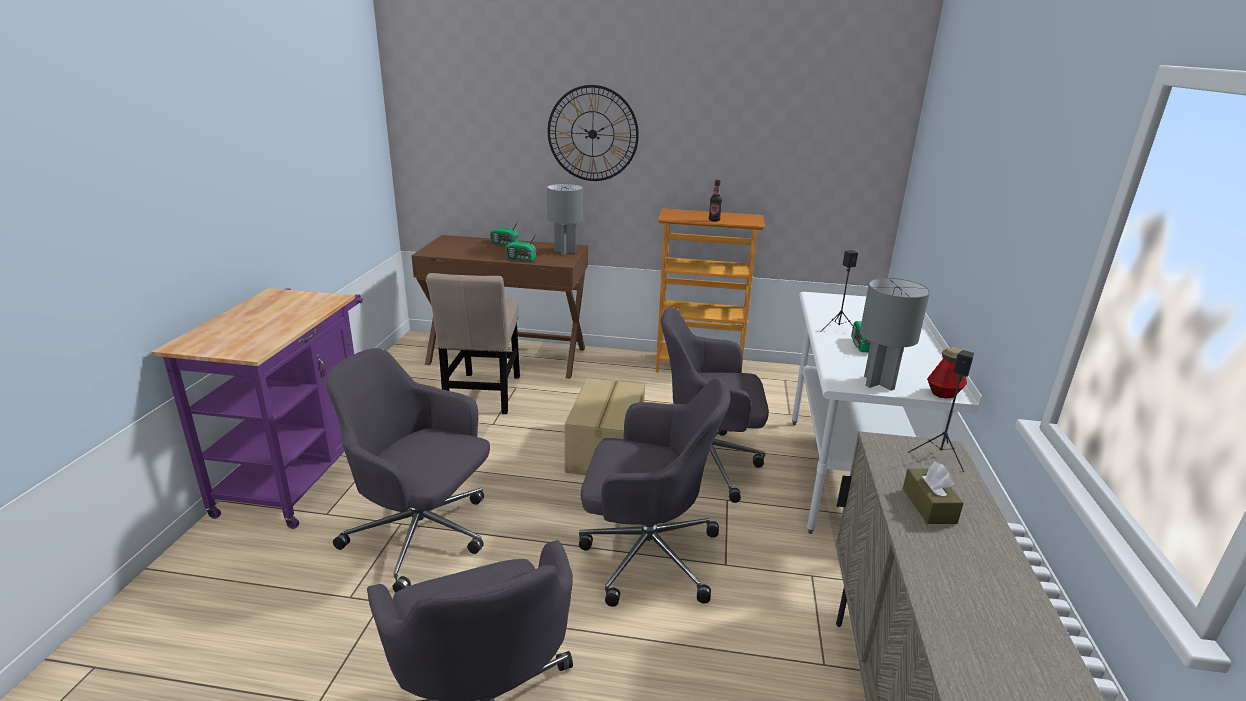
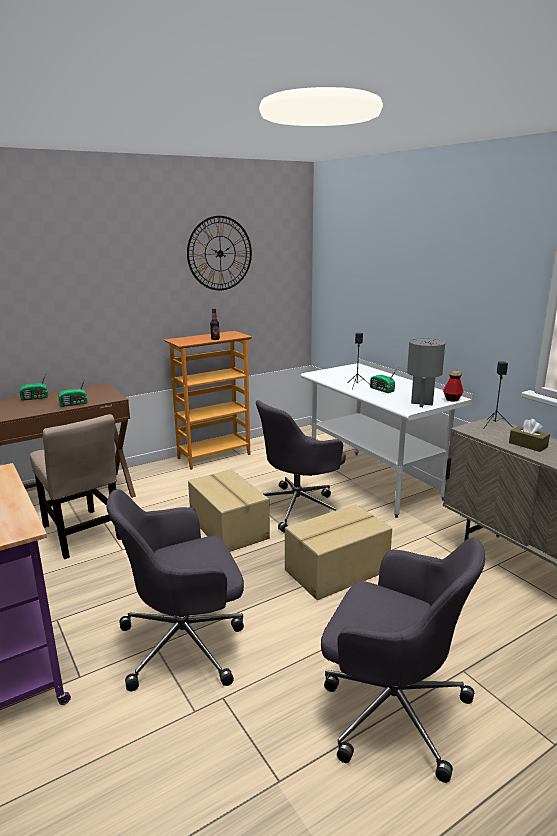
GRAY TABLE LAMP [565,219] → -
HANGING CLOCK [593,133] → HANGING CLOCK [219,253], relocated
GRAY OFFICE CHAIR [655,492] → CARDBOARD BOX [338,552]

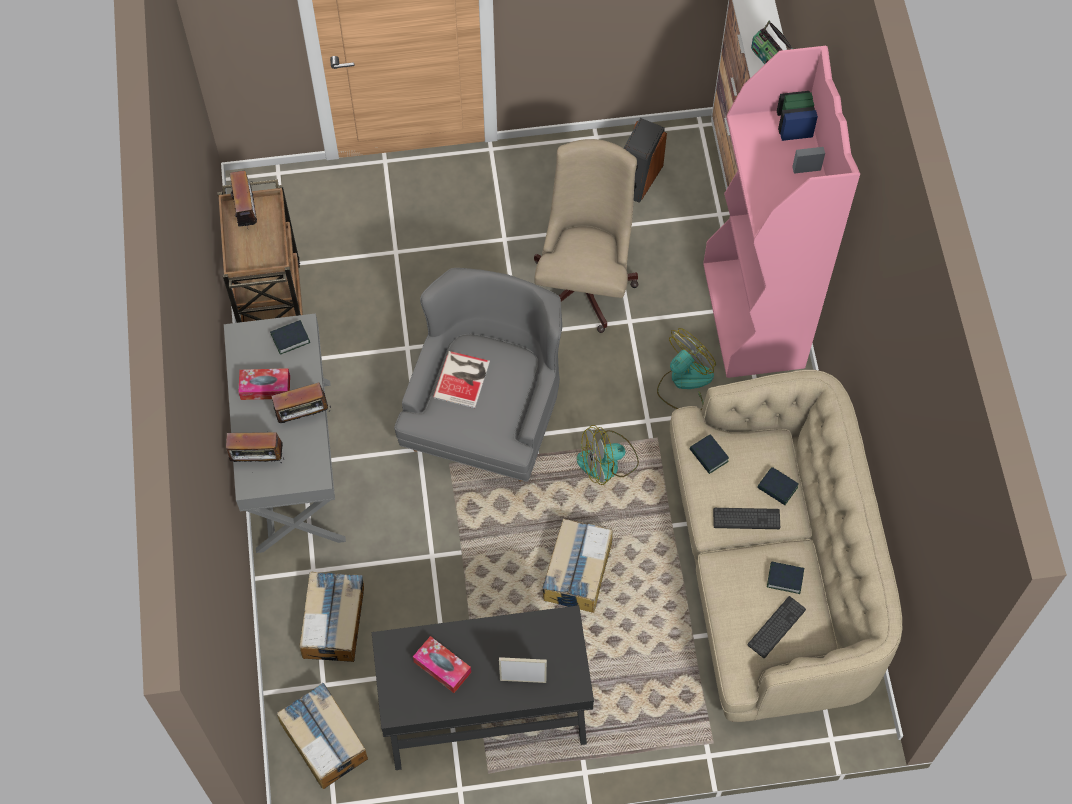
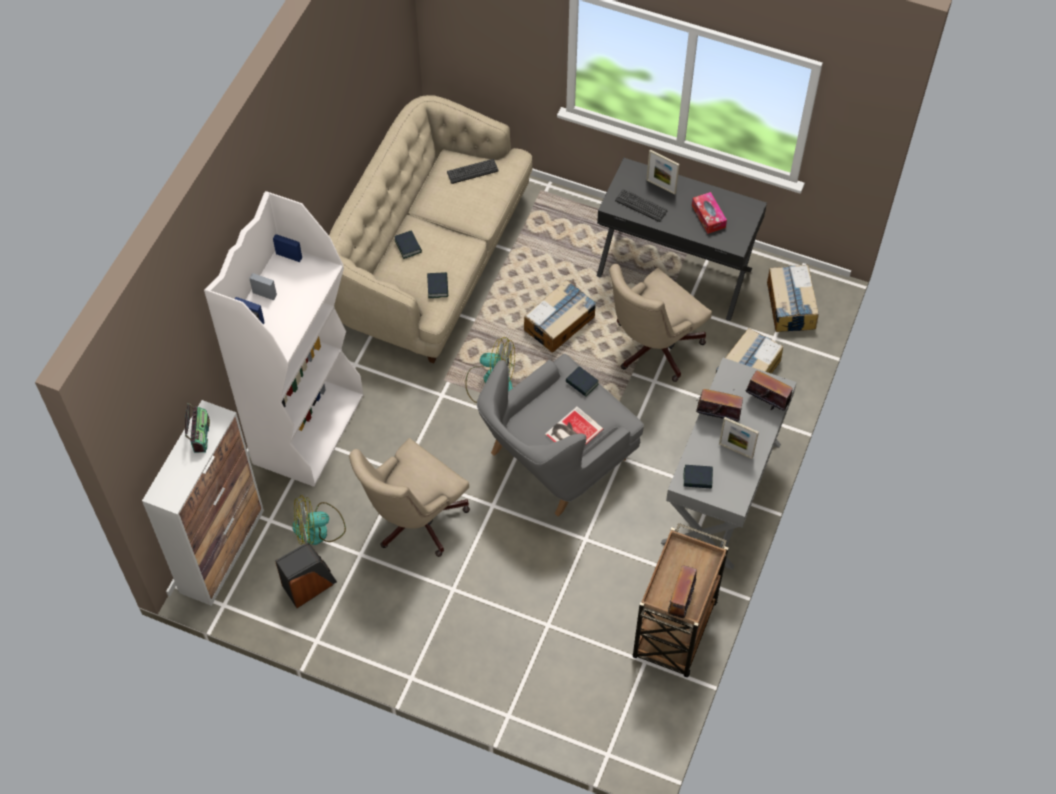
TISSUE BOX [264,384] → PHOTO FRAME [739,438]
FAN [686,369] → FAN [319,520], relocated
PINK-COLOURED BOOKCASE [781,212] → WHITISH BOOKCASE [283,339]
KEYBOARD [746,518] → KEYBOARD [641,205], relocated
BOOK [785,577] → BOOK [582,382], relocated
- → BEIGE-COLOURED OFFICE CHAIR [660,323]

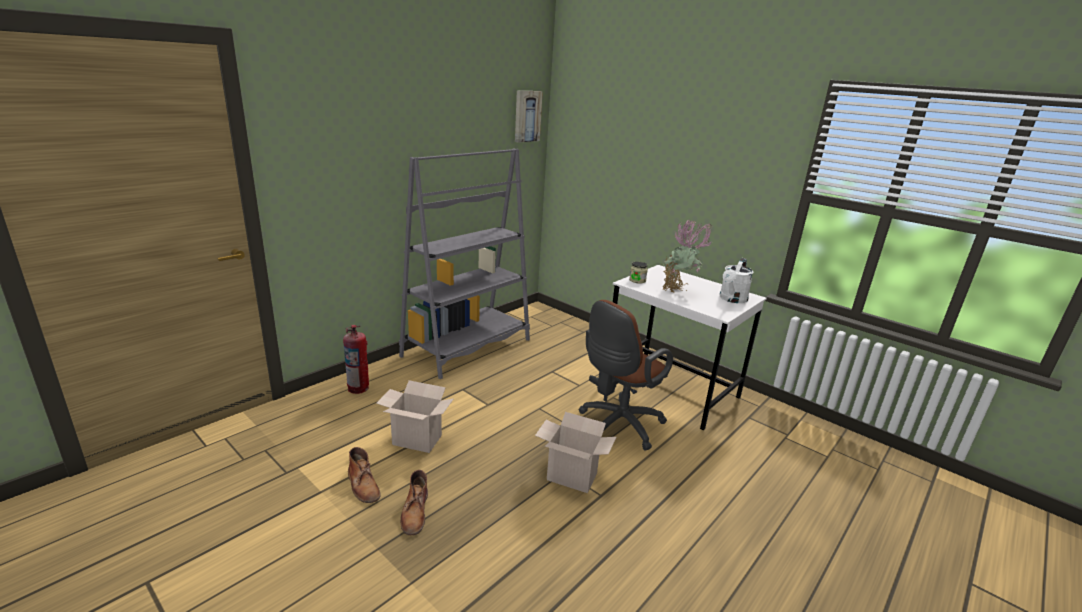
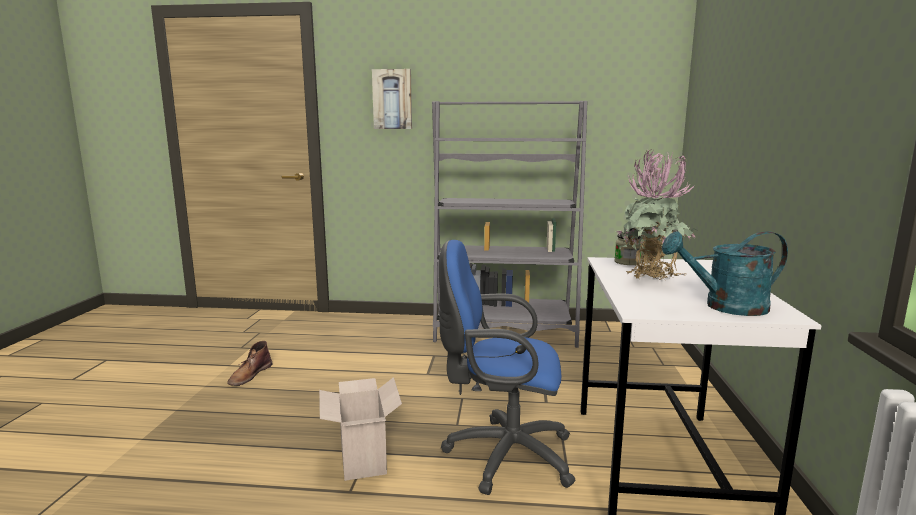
FIRE EXTINGUISHER [356,359] → -
CARDBOARD BOX [415,416] → -
BROWN-COLOURED BOOT [414,502] → -
WALL ART [529,117] → WALL ART [392,99], relocated
BROWN-COLOURED OFFICE CHAIR [626,375] → BLUE OFFICE CHAIR [507,367]
WHITISH WATERING CAN [737,280] → BLUE-GREEN WATERING CAN [725,273]

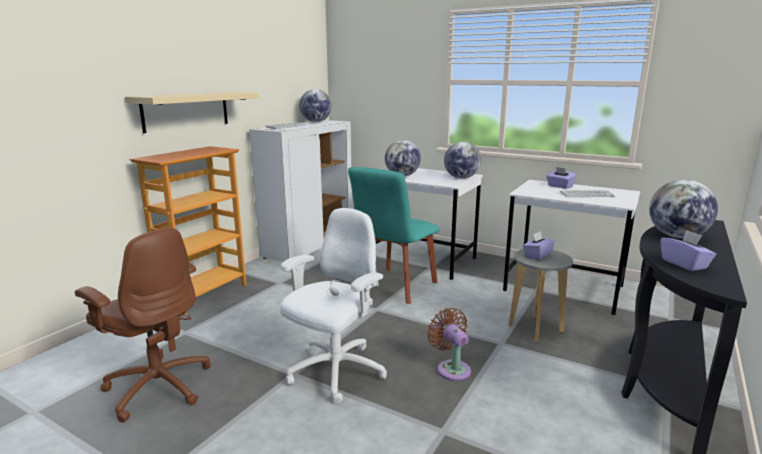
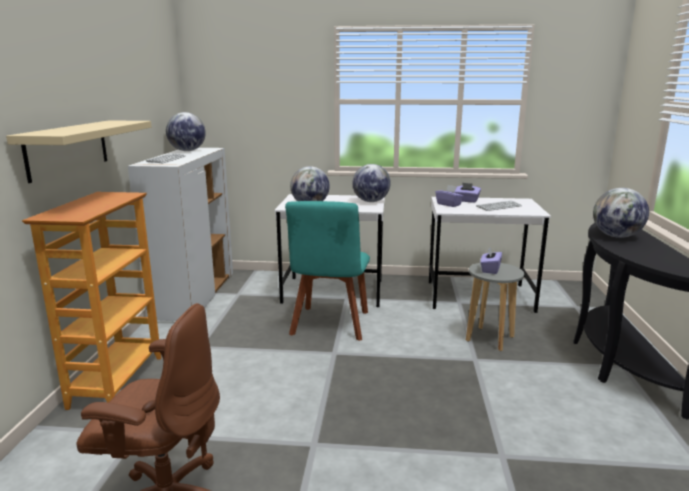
WHITISH OFFICE CHAIR [333,306] → -
BROWN-COLOURED FAN [449,344] → -
PURPLE-COLOURED TISSUE BOX [688,250] → PURPLE-COLOURED TISSUE BOX [449,196], relocated

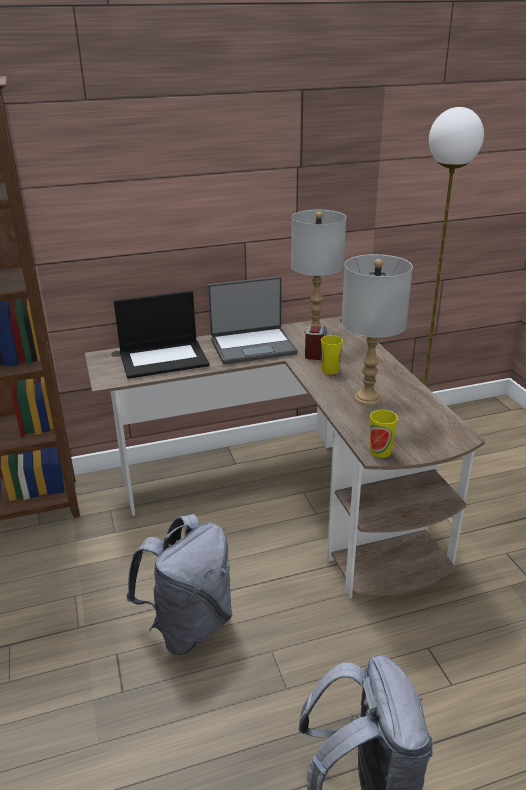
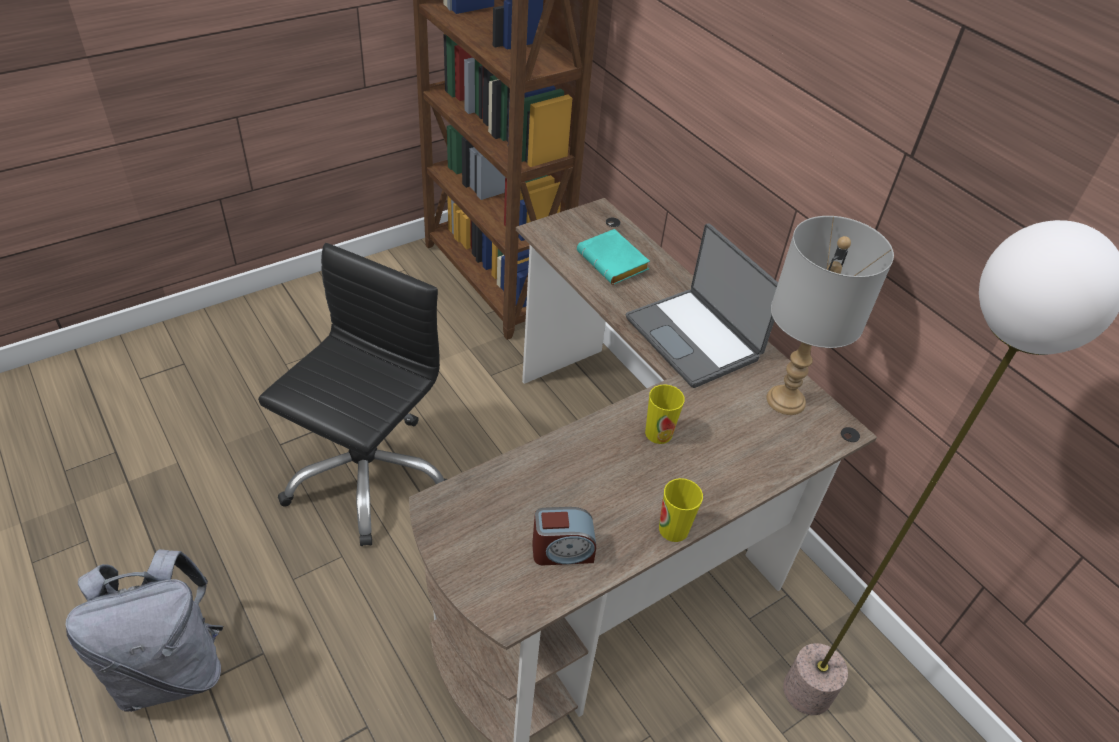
LAPTOP [161,334] → BLUE-GREEN BOOK [613,257]
GRAY BACKPACK [179,584] → BLACK-COLOURED OFFICE CHAIR [352,394]
BEDSIDE CLOCK [315,342] → BEDSIDE CLOCK [564,536], relocated
GRAY TABLE LAMP [377,330] → -
CUP [384,434] → CUP [681,510], relocated

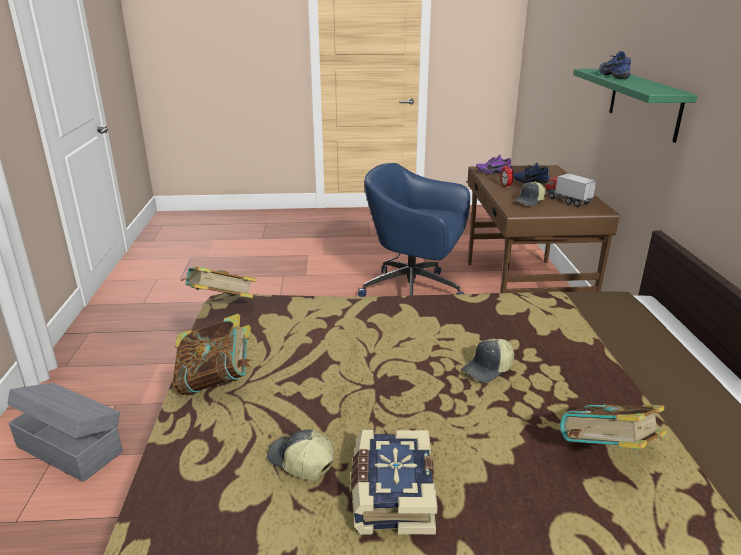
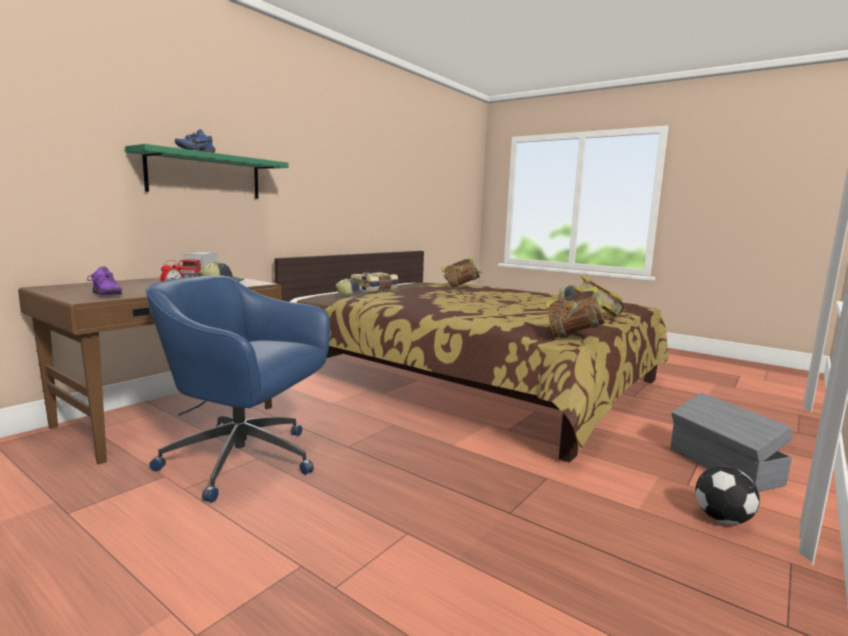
BOOK [394,482] → BOOK [374,281], relocated
BLUE OFFICE CHAIR [414,230] → BLUE OFFICE CHAIR [238,389], 135 degrees clockwise
BASEBALL CAP [487,361] → BASEBALL CAP [352,287], relocated
BLUE LOW SHOE [531,173] → -
- → FOOTBALL [727,495]

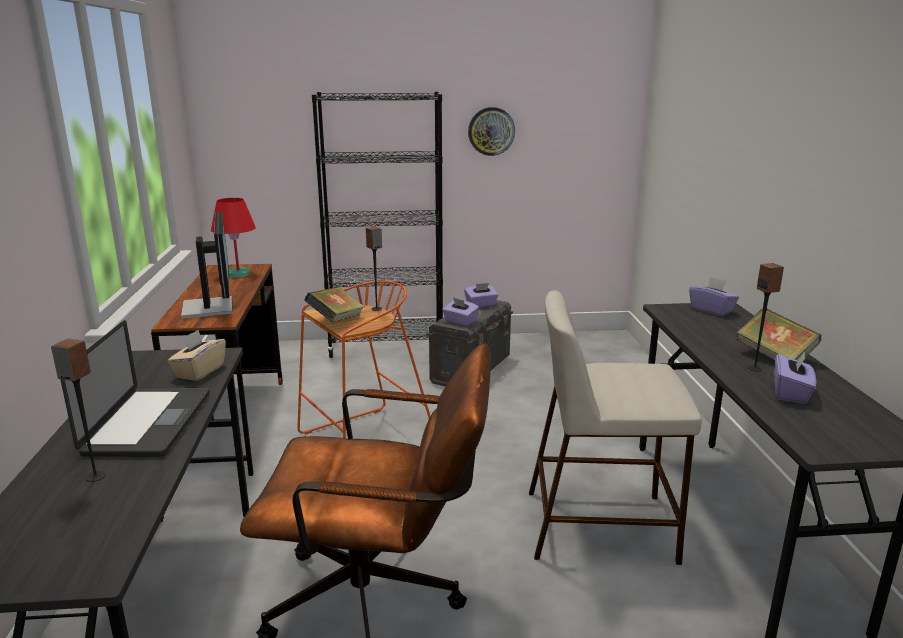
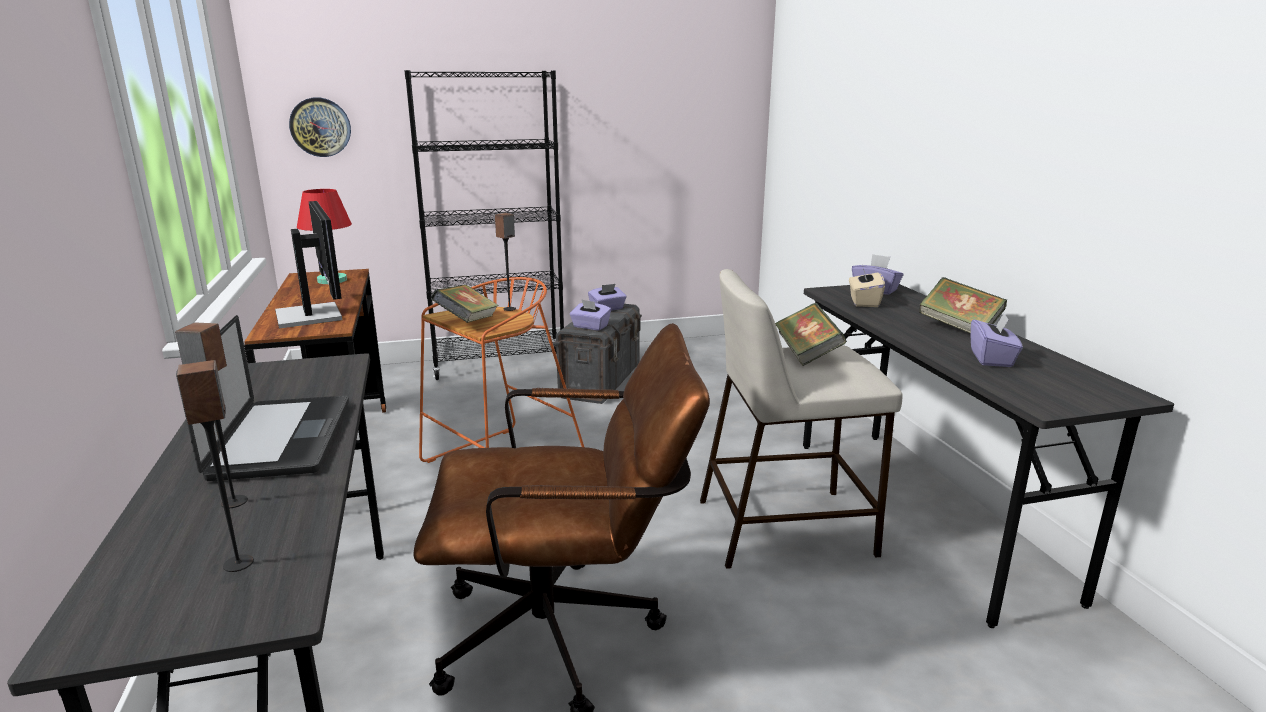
BEIGE-COLOURED TISSUE BOX [197,355] → BEIGE-COLOURED TISSUE BOX [867,285], relocated
HANGING CLOCK [491,131] → HANGING CLOCK [320,127], relocated
LOUDSPEAKER [765,317] → LOUDSPEAKER [215,466], relocated
- → BOOK [811,334]

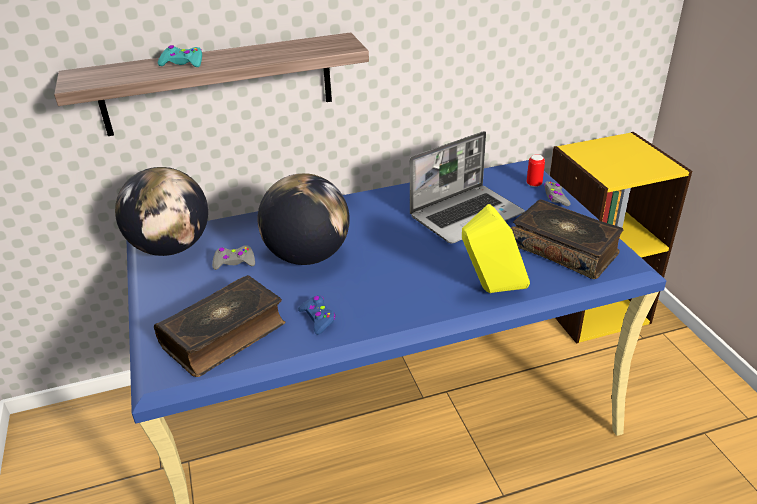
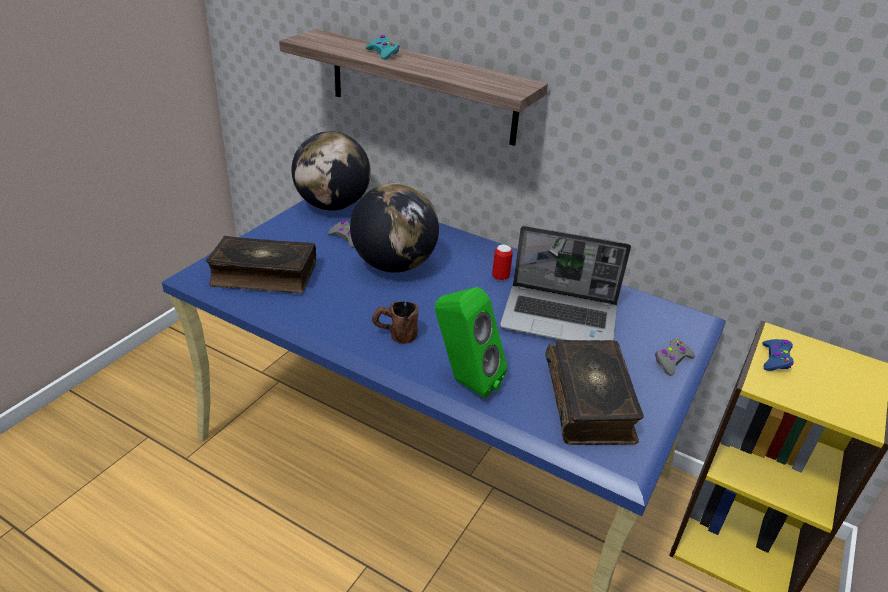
BLUE GAME CONTROLLER [317,315] → BLUE GAME CONTROLLER [778,355], relocated
YELLOW LOUDSPEAKER [496,248] → GREEN LOUDSPEAKER [471,342]
SEALED CAN [536,170] → SEALED CAN [502,263], relocated
- → BROWN-COLOURED TEA MUG [395,322]

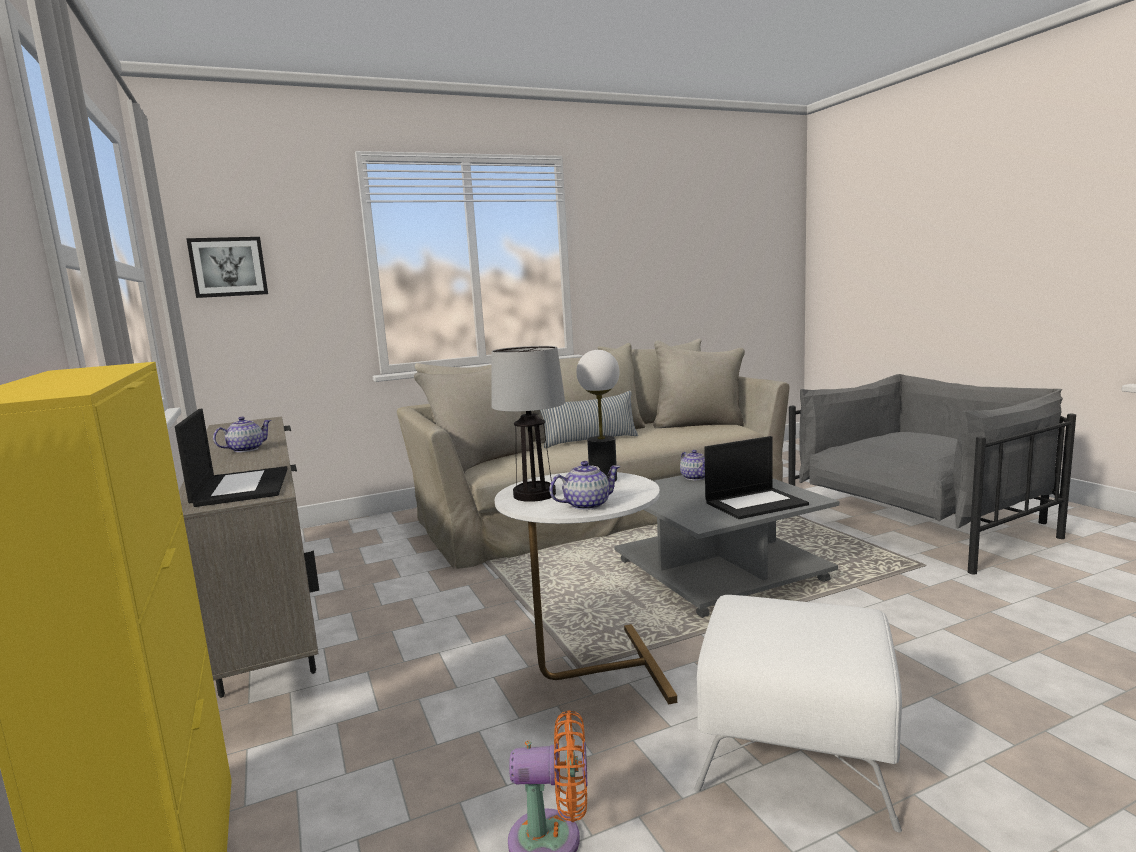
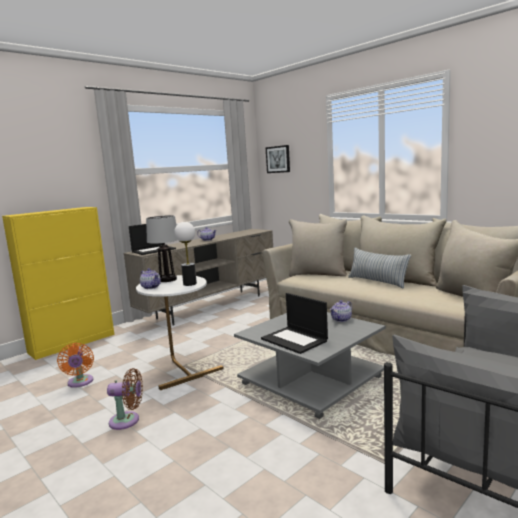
WHITISH POUFFE [798,713] → BROWN-COLOURED FAN [125,399]

